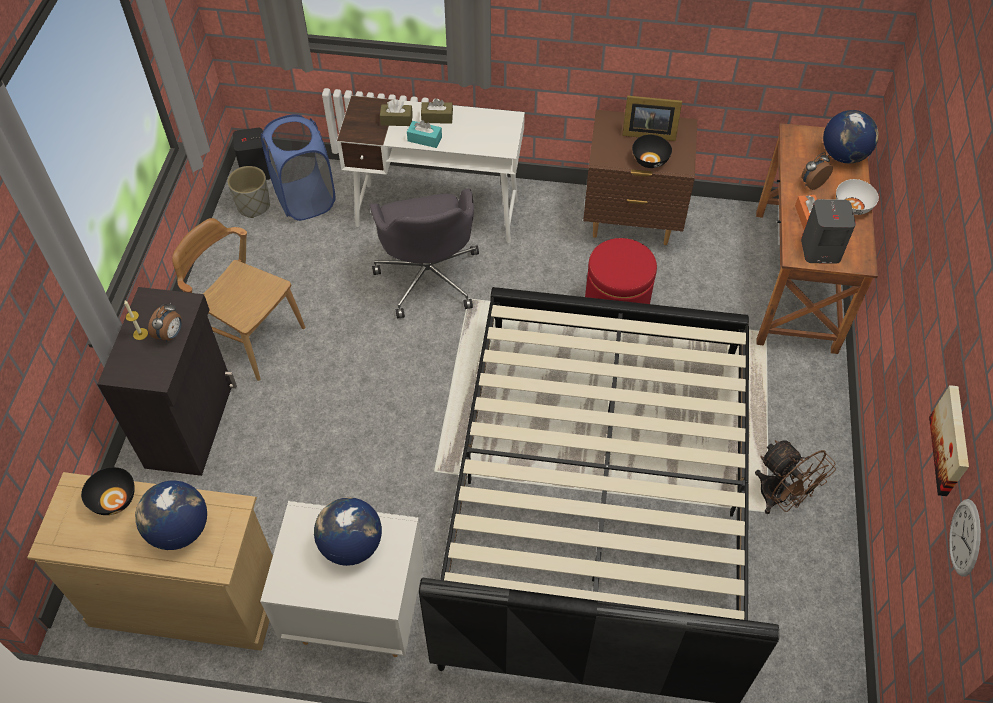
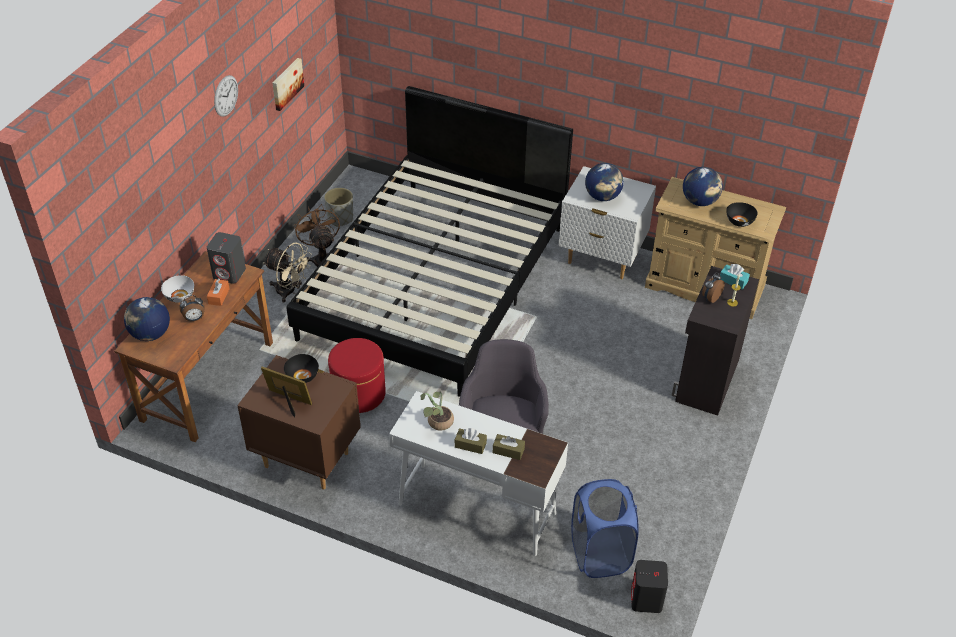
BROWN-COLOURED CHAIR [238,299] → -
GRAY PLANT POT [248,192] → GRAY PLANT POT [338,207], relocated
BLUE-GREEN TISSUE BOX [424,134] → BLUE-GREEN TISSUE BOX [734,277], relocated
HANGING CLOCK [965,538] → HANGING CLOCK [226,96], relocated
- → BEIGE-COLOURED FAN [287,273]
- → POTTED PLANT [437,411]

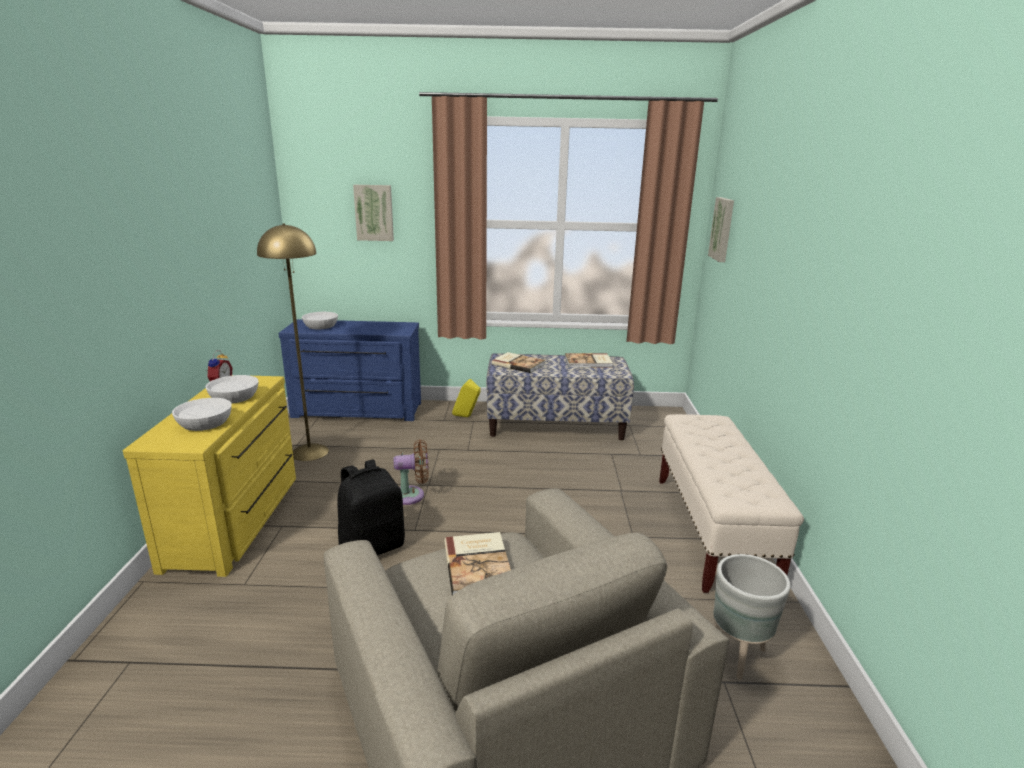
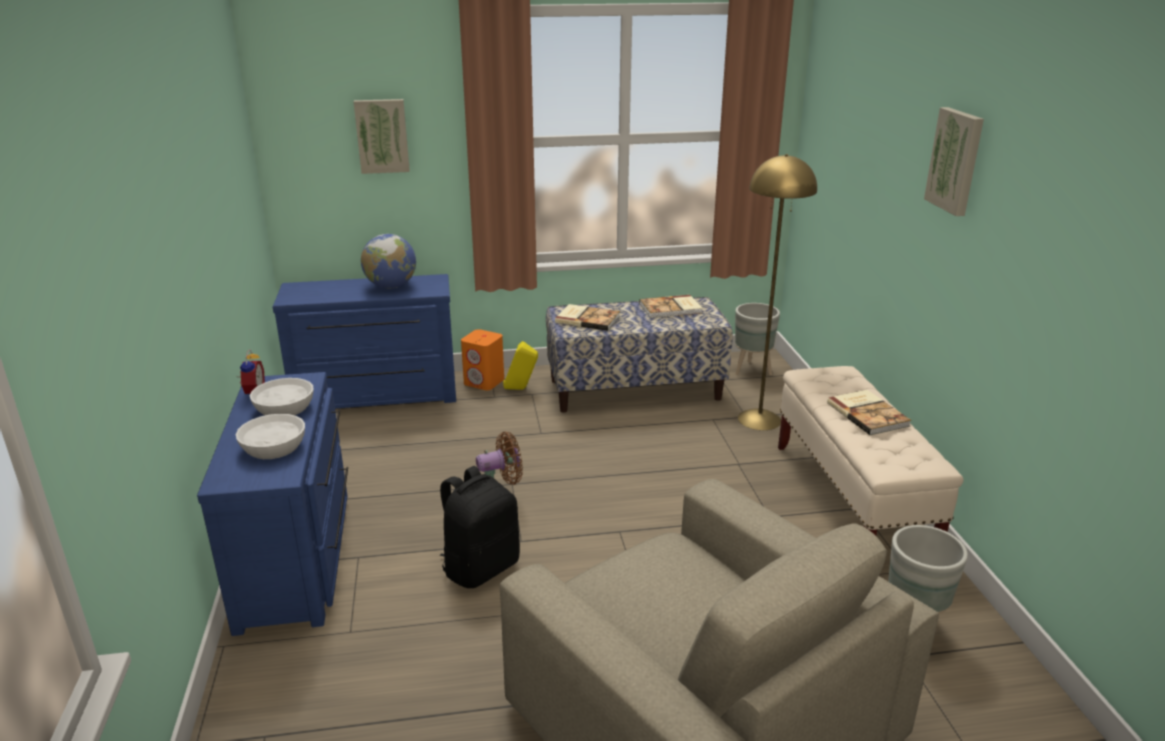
YELLOW CHEST OF DRAWERS [209,476] → BLUE CHEST OF DRAWERS [272,504]
YELLOW FLOOR LAMP [293,342] → YELLOW FLOOR LAMP [777,292], relocated
WHITISH SERVING BOWL [320,320] → -
BOOK [477,563] → BOOK [869,412], relocated
WALL ART [721,229] → WALL ART [954,161], relocated
- → WORLD GLOBE [388,261]
- → ORANGE-COLOURED LOUDSPEAKER [482,359]
- → GRAY PLANT POT [757,339]

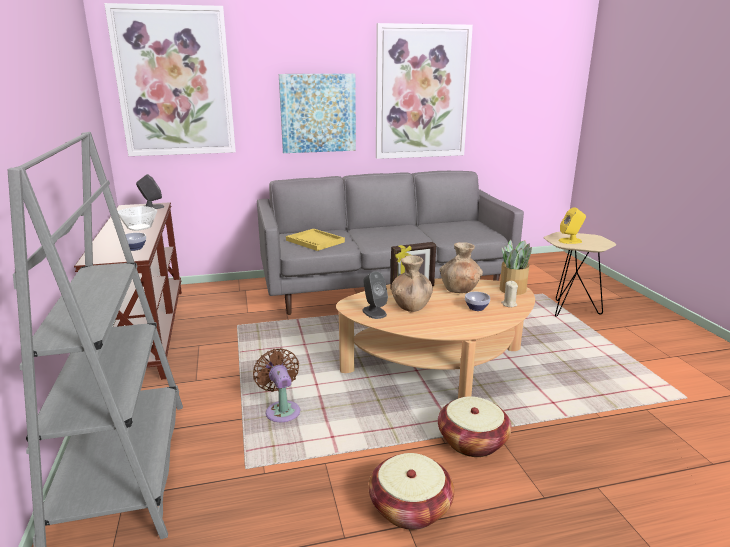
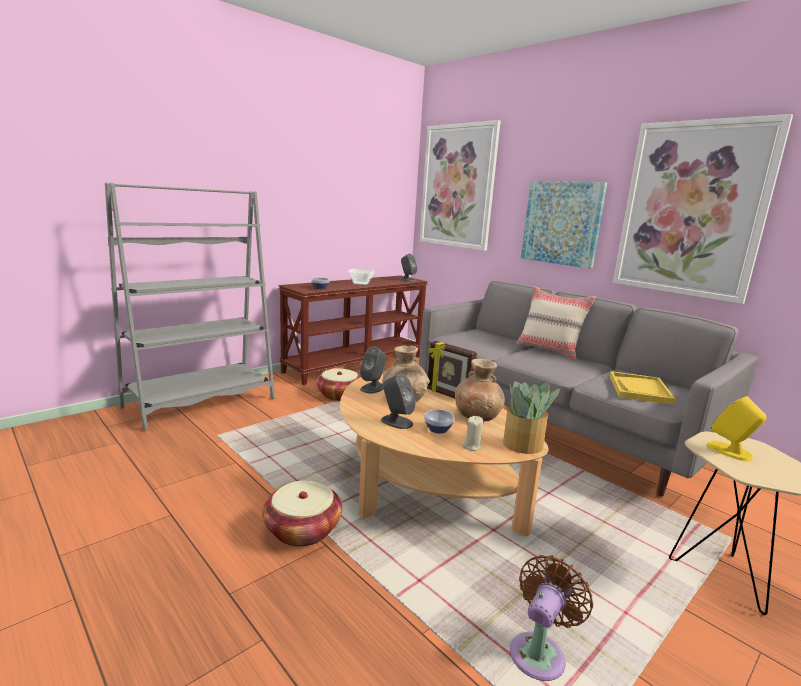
BROWN-COLOURED FAN [276,385] → BROWN-COLOURED FAN [551,618], relocated
YELLOW CARRYING TRAY [315,240] → YELLOW CARRYING TRAY [642,388], relocated
HOUSEHOLD BASKET [411,491] → HOUSEHOLD BASKET [338,384], relocated
- → GRAY LOUDSPEAKER [398,401]
- → BEIGE-COLOURED THROW PILLOW [555,323]

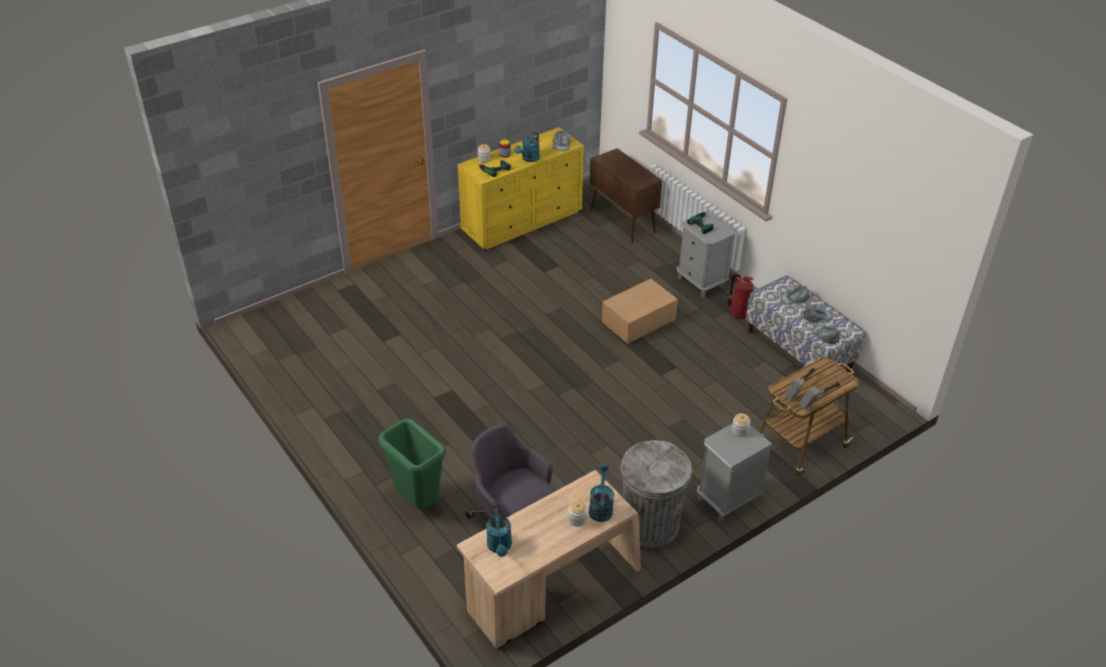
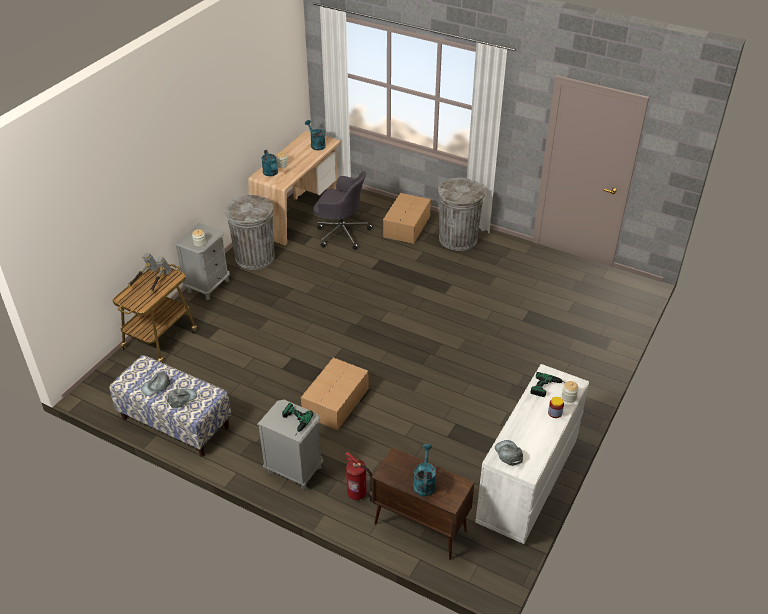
GREEN RUBBISH BIN [412,463] → CARDBOARD BOX [407,218]
YELLOW CHEST OF DRAWERS [520,188] → WHITISH CHEST OF DRAWERS [532,454]
BLUE-GREEN WATERING CAN [527,147] → BLUE-GREEN WATERING CAN [424,470], relocated
FIRE EXTINGUISHER [740,296] → FIRE EXTINGUISHER [358,477], relocated
GRAY BASEBALL CAP [826,334] → -
- → GRAY RUBBISH BIN [461,214]

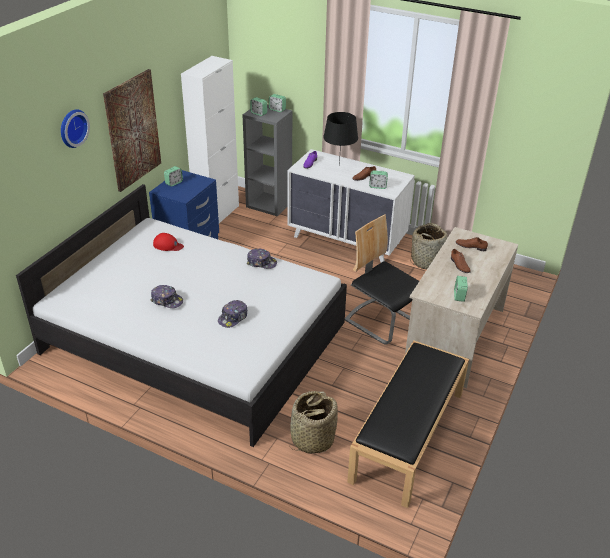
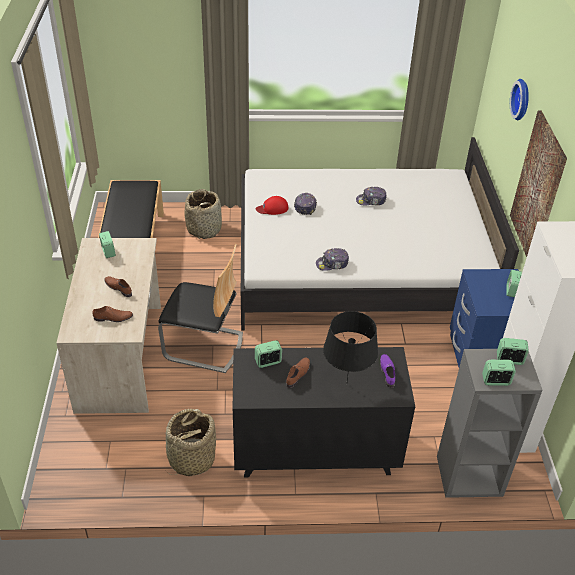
RED-COLOURED BASEBALL CAP [168,242] → RED-COLOURED BASEBALL CAP [272,205], relocated
WHITISH CHEST OF DRAWERS [351,205] → BLACK-COLOURED CHEST OF DRAWERS [323,412]

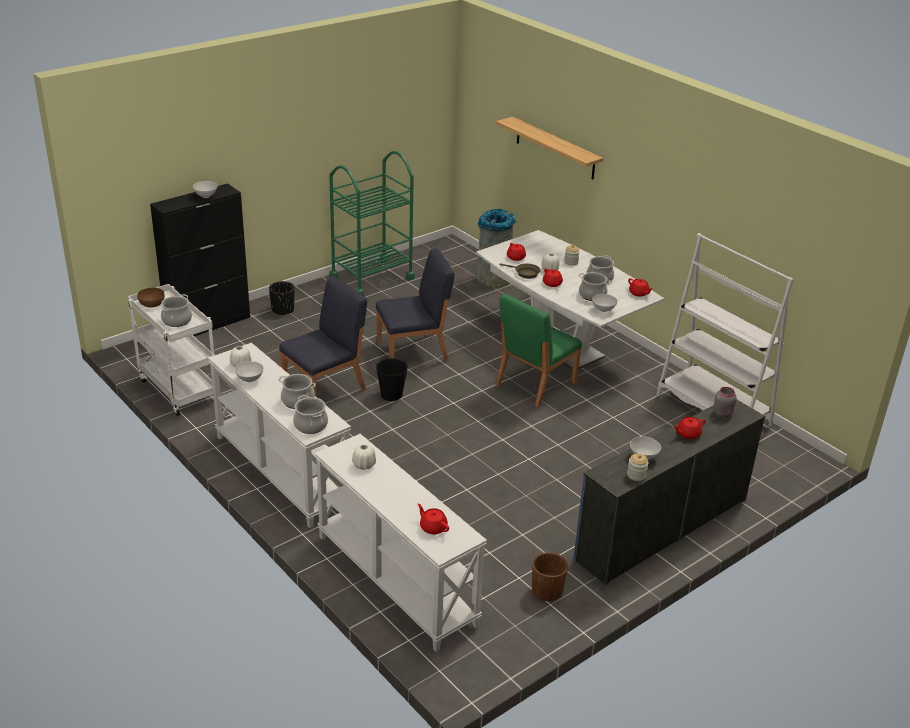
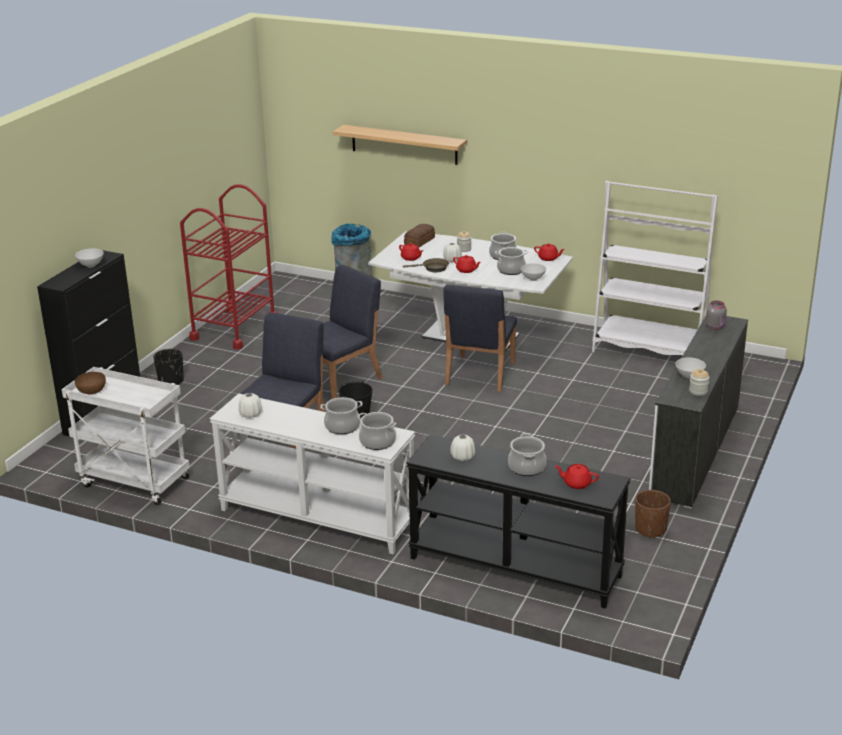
STOCKPOT [176,310] → STOCKPOT [527,454], relocated
WHITISH SERVING BOWL [249,371] → -
WHITISH NARROW TABLE [400,543] → BLACK-COLOURED NARROW TABLE [518,522]
GREEN CART [372,223] → RED-COLOURED CART [228,267]
GREEN CHAIR [538,351] → BLUE CHAIR [480,338]
BLUE CHEST OF DRAWERS [669,492] → WHITISH CHEST OF DRAWERS [698,412]
RED-COLOURED POT FOR TEA [690,428] → -
- → BREAD [419,235]

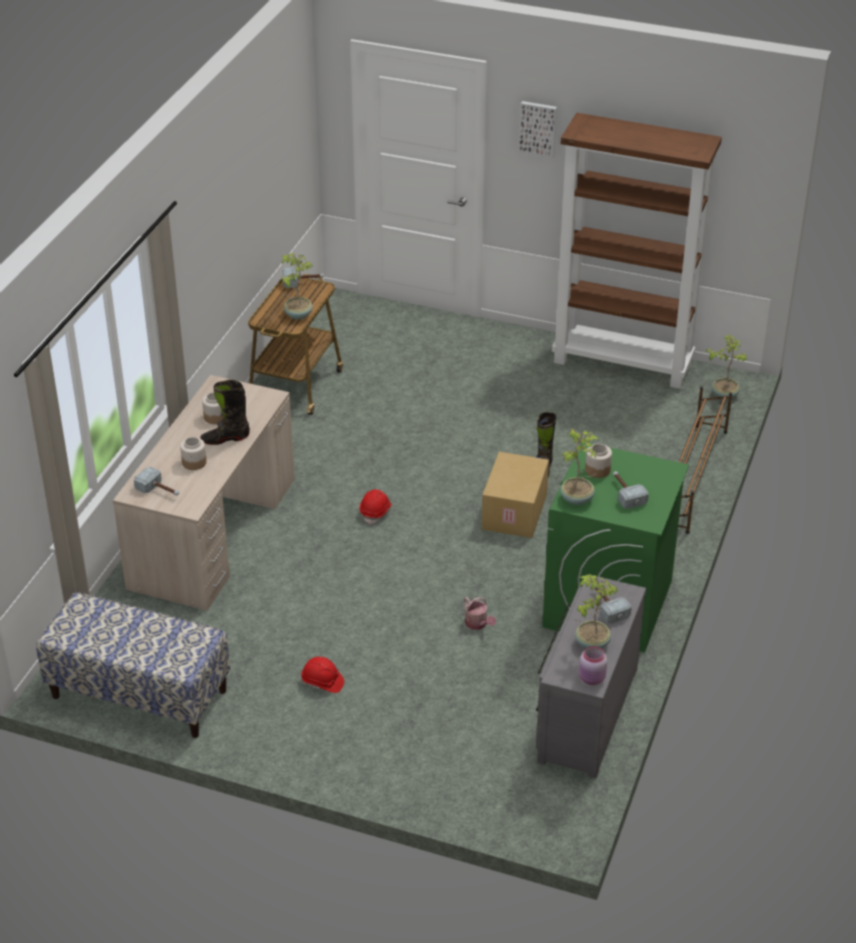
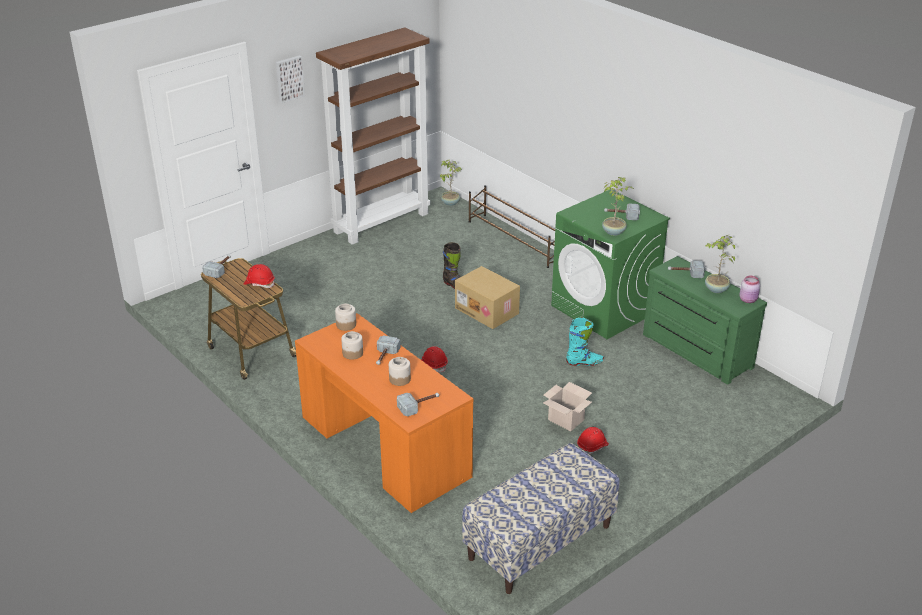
BEIGE-COLOURED DESK TABLE [204,493] → ORANGE-COLOURED DESK TABLE [384,413]
BLACK-COLOURED BOOT [225,412] → HAND HAMMER [388,350]
POTTED PLANT [297,286] → RED-COLOURED SAFETY HELMET [259,276]
WATERING CAN [479,613] → BLUE-GREEN BOOT [585,341]
GRAY CHEST OF DRAWERS [591,676] → GREEN CHEST OF DRAWERS [705,320]
STORAGE JAR [598,461] → STORAGE JAR [345,317], relocated
- → CARDBOARD BOX [567,406]

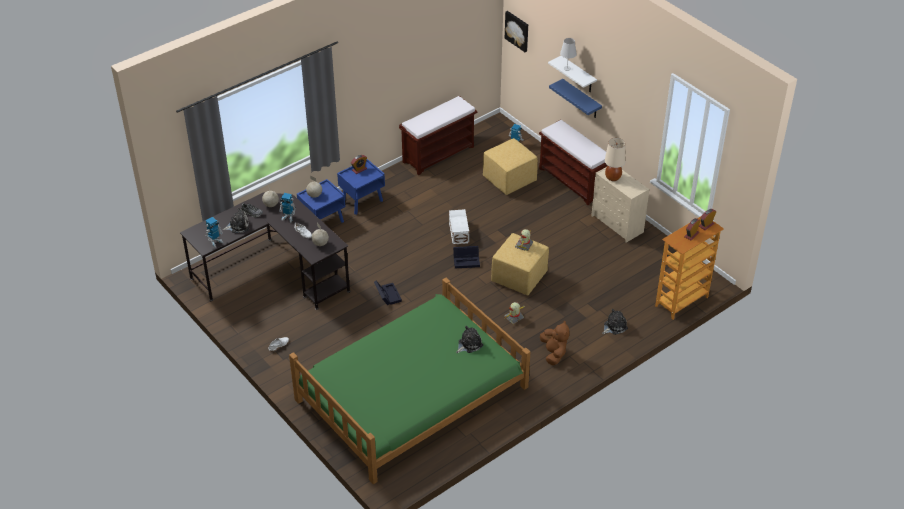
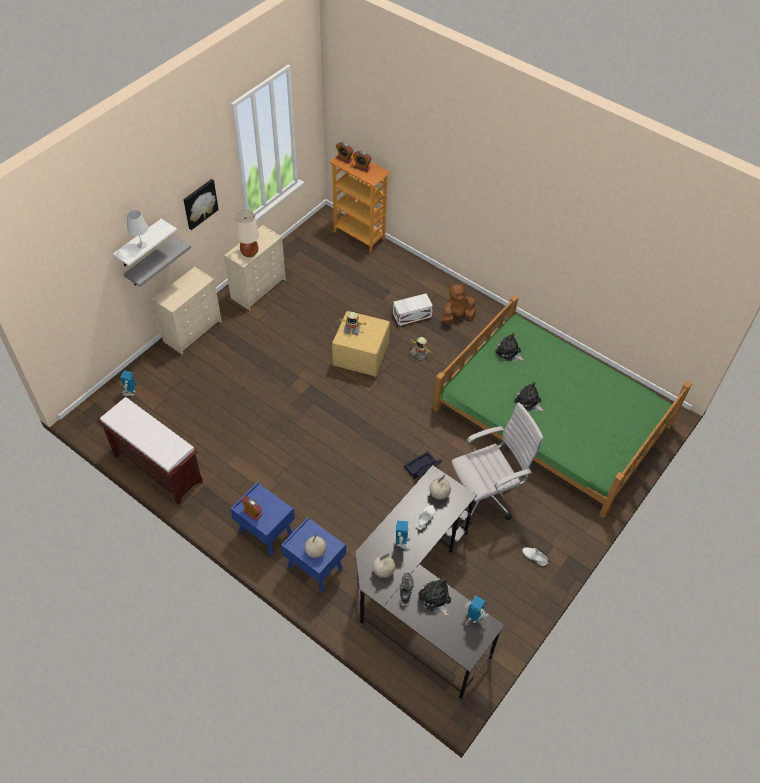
WHITISH STORAGE BOX [459,227] → WHITISH STORAGE BOX [413,310], relocated
BLACK-COLOURED STORAGE BOX [466,257] → -
YELLOW POUFFE [510,166] → -
WALL ART [516,31] → WALL ART [201,204], relocated
BROWN-COLOURED INDOOR BENCH [573,162] → BEIGE-COLOURED CHEST OF DRAWERS [187,310]
BLUE WALL SHELF [575,98] → GRAY WALL SHELF [157,261]
CUDDLY TOY [615,322] → CUDDLY TOY [529,397], relocated
- → WHITISH OFFICE CHAIR [498,463]

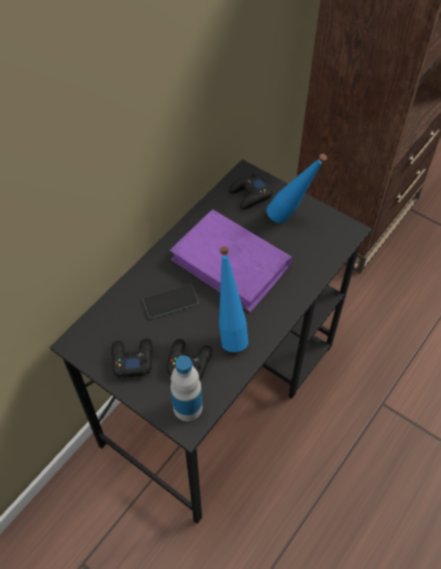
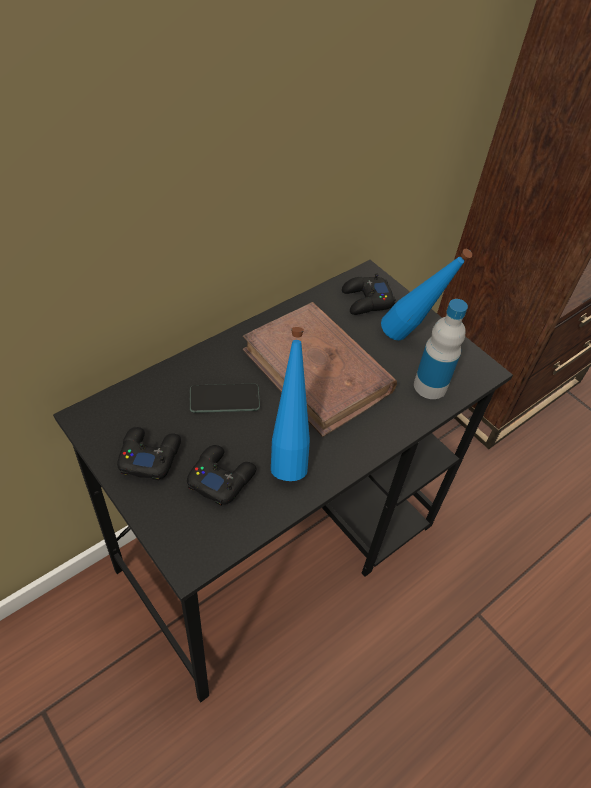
PURPLE-COLOURED BOOK [231,260] → BROWN-COLOURED BOOK [320,369]
DRINK BOTTLE [186,388] → DRINK BOTTLE [441,349], relocated

